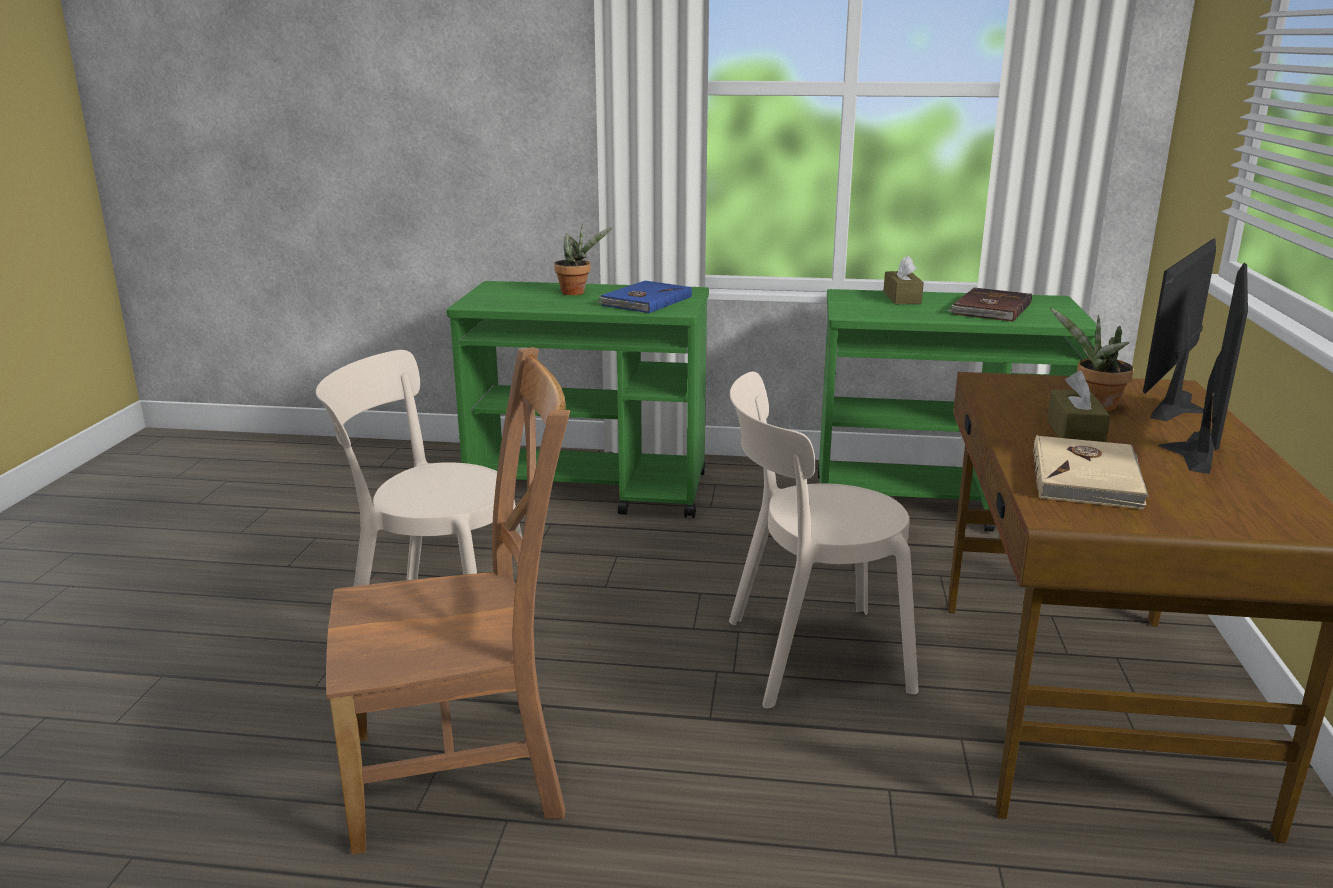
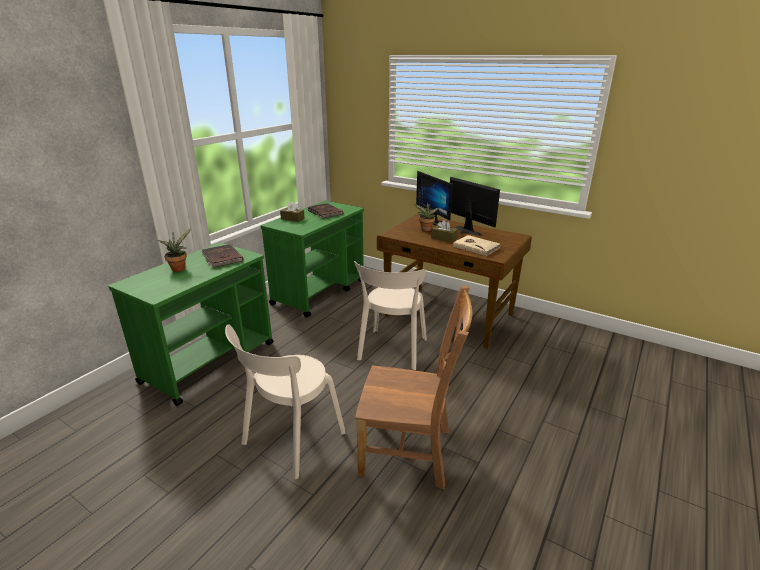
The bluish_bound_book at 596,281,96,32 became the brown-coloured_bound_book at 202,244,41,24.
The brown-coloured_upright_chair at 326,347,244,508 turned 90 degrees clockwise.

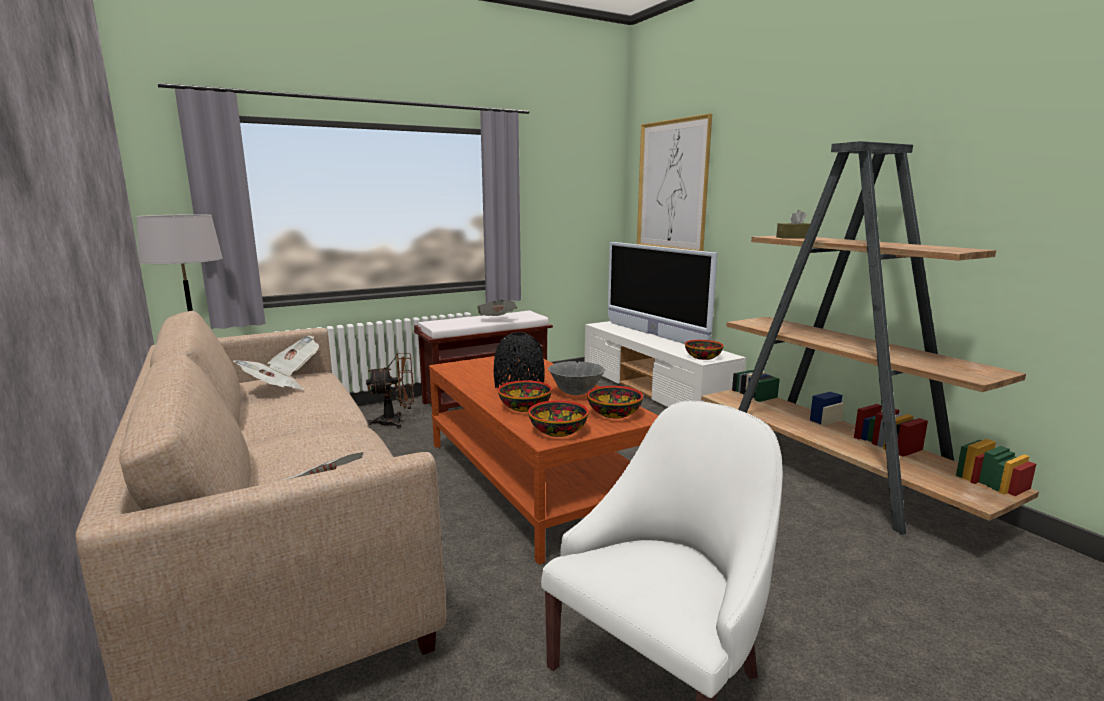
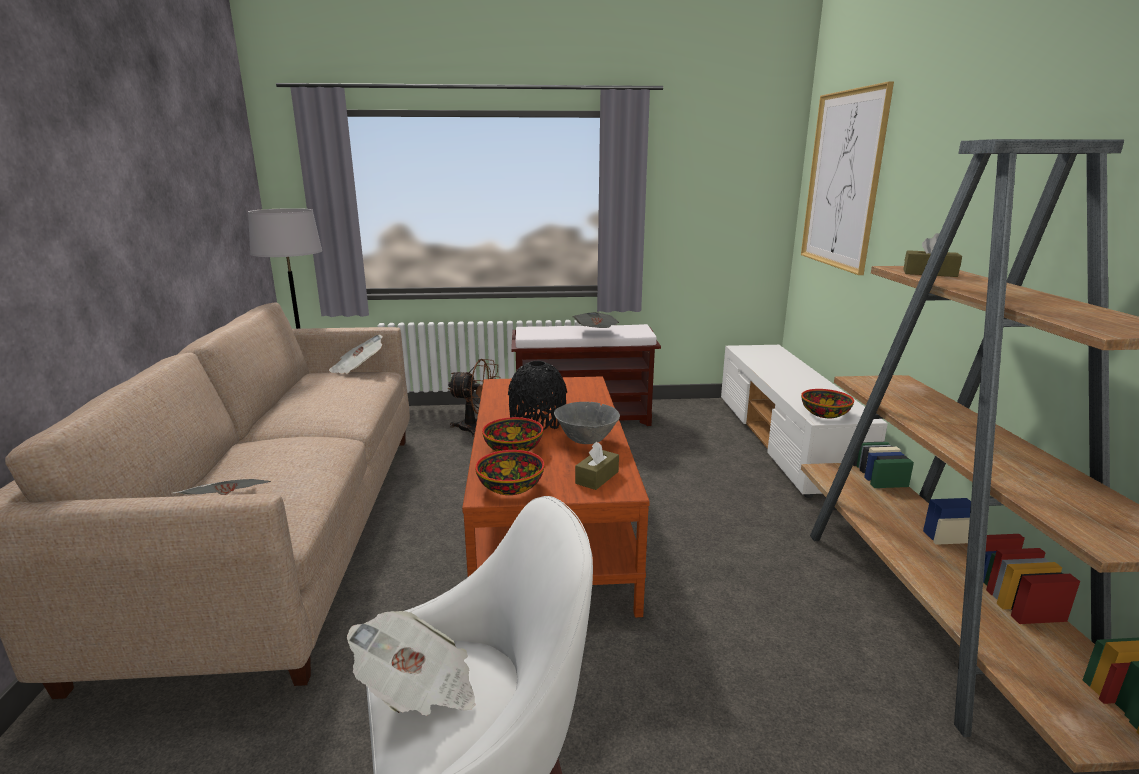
The television at 608,242,110,102 disappeared.
The printed_paper moved from 233,360,71,29 to 347,611,129,105.
The deep_dish at 587,386,56,32 was replaced by the brown-coloured_box_of_tissues at 575,441,44,49.

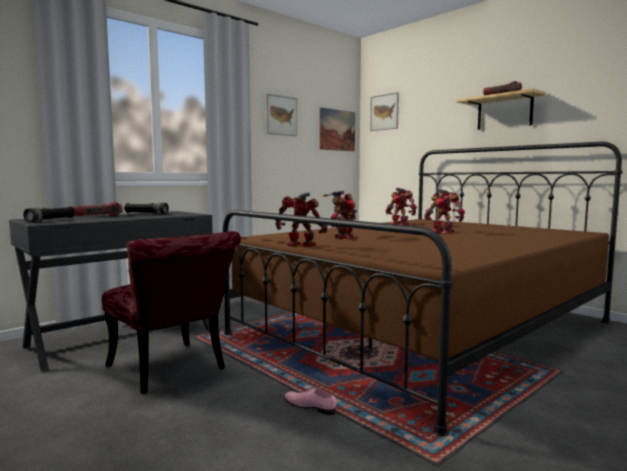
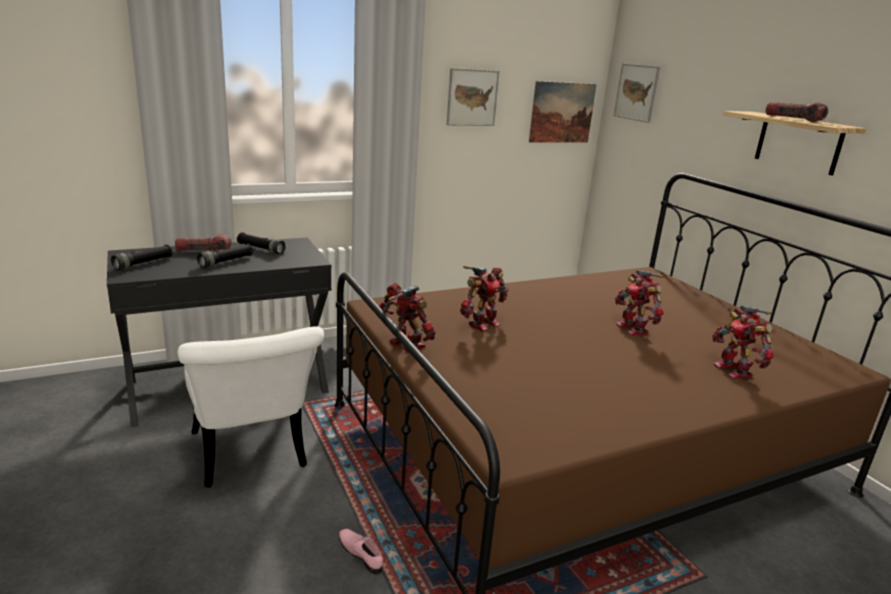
The robot_figure moved from 386,188,31,37 to 712,306,62,73.
The red_upright_chair at 102,231,139,163 became the white-coloured_upright_chair at 178,326,146,162.
The black_flashlight at 197,244,56,24 appeared.

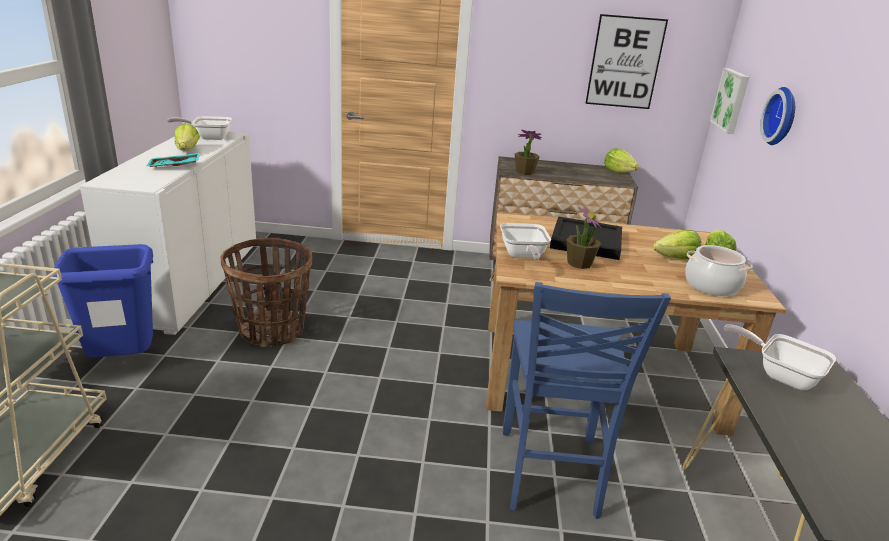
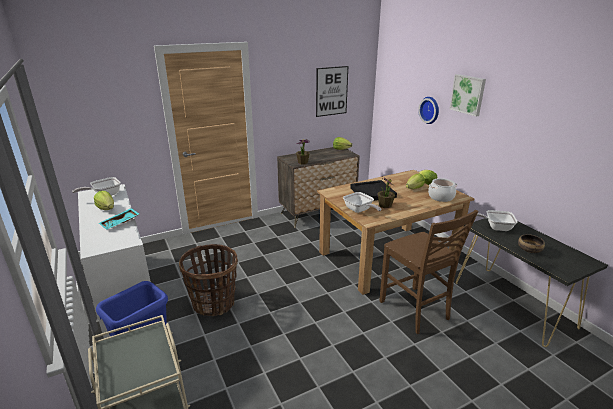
The wall_art moved from 710,68,39,66 to 449,74,37,42.
The bluish_upright_chair at 503,282,168,237 became the brown-coloured_upright_chair at 379,210,99,124.
The deep_dish at 518,234,27,19 appeared.

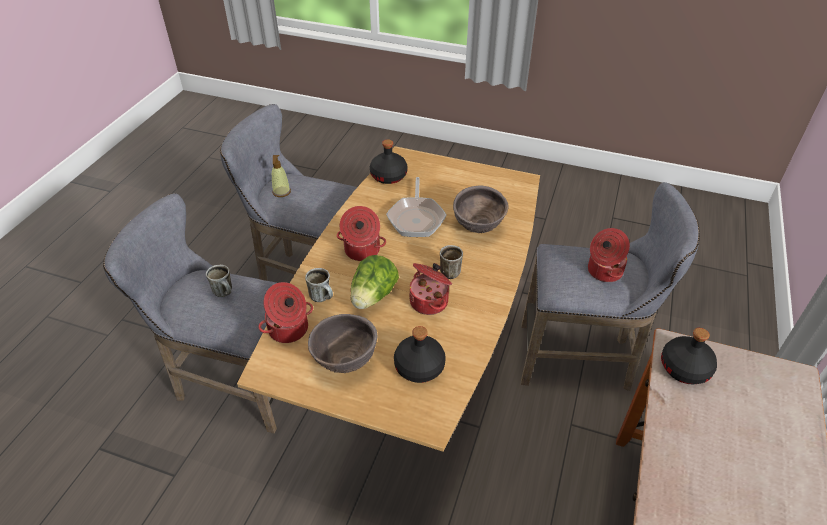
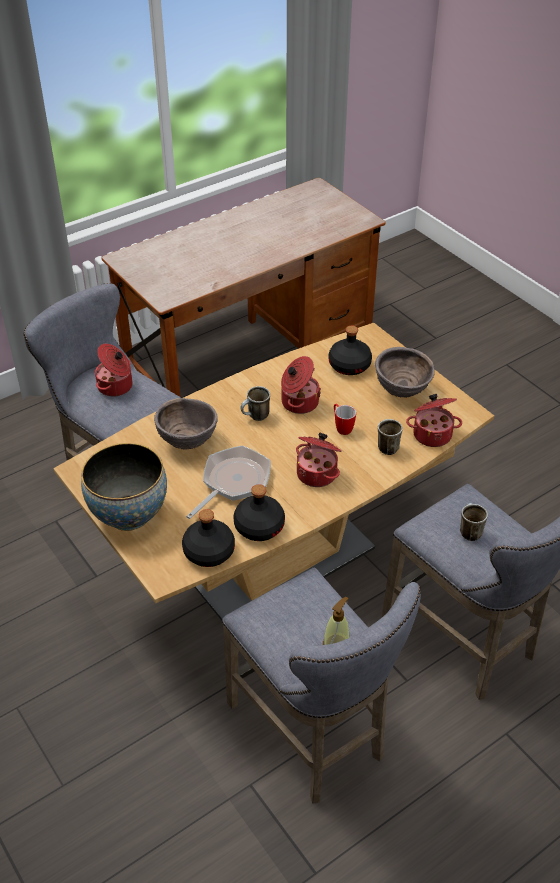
The lettuce at 351,255,48,54 was replaced by the coffee_mug at 334,404,22,31.
The black_bottle moved from 661,328,56,56 to 234,484,51,57.
The deep_dish at 81,443,86,88 appeared.

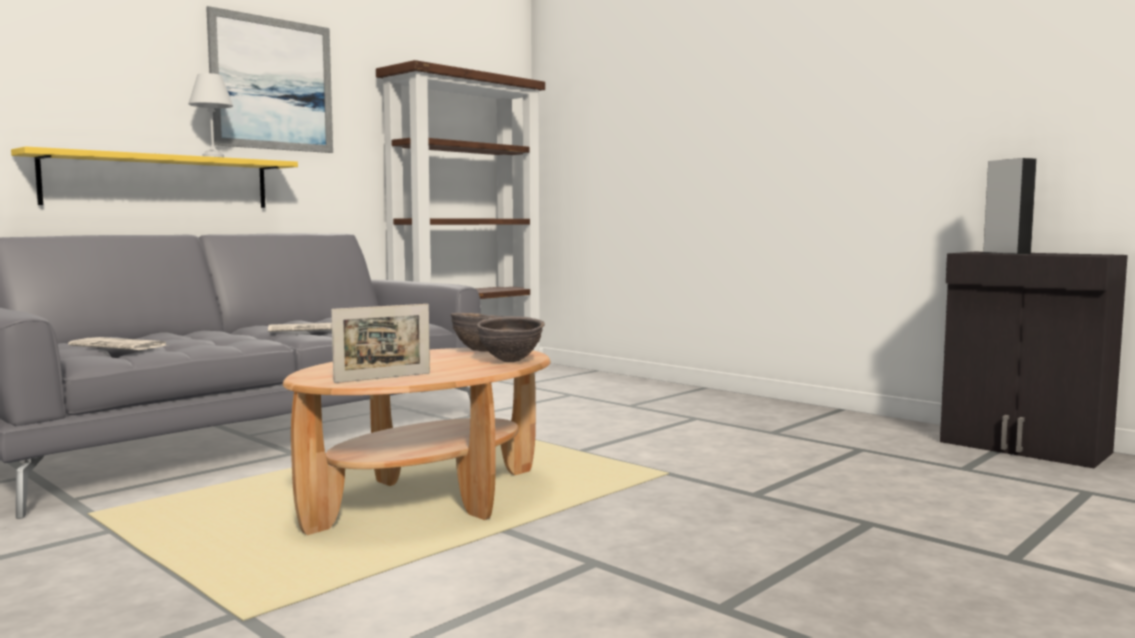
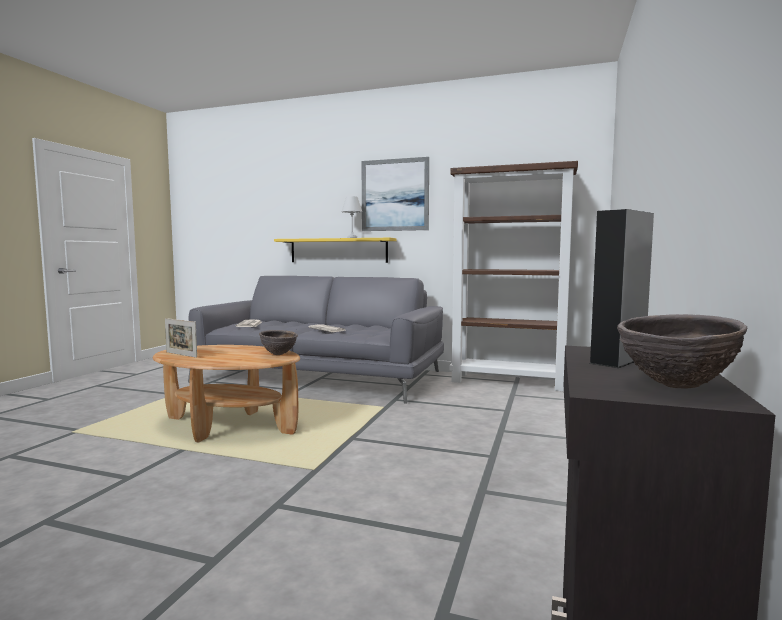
The brown-coloured_deep_dish moved from 477,316,68,46 to 617,314,130,75.

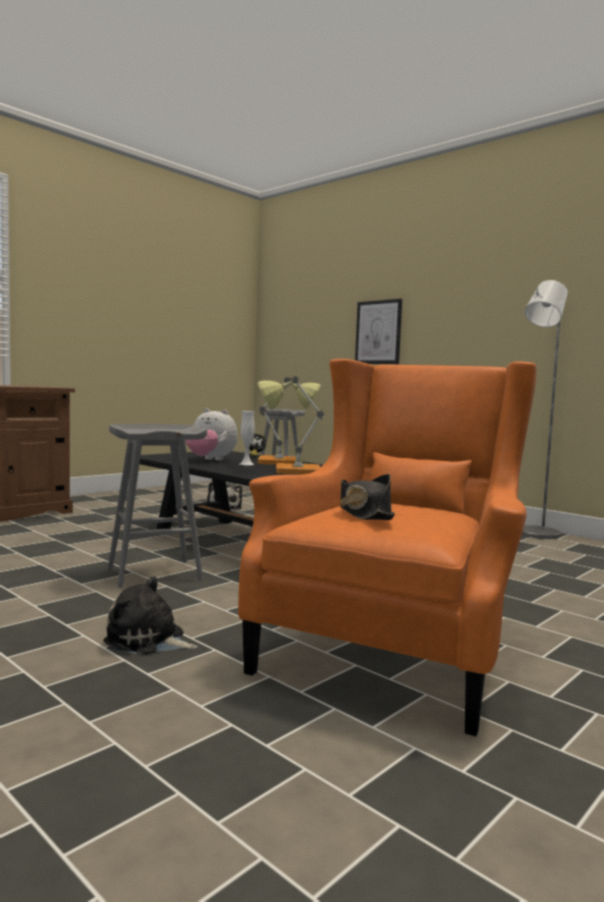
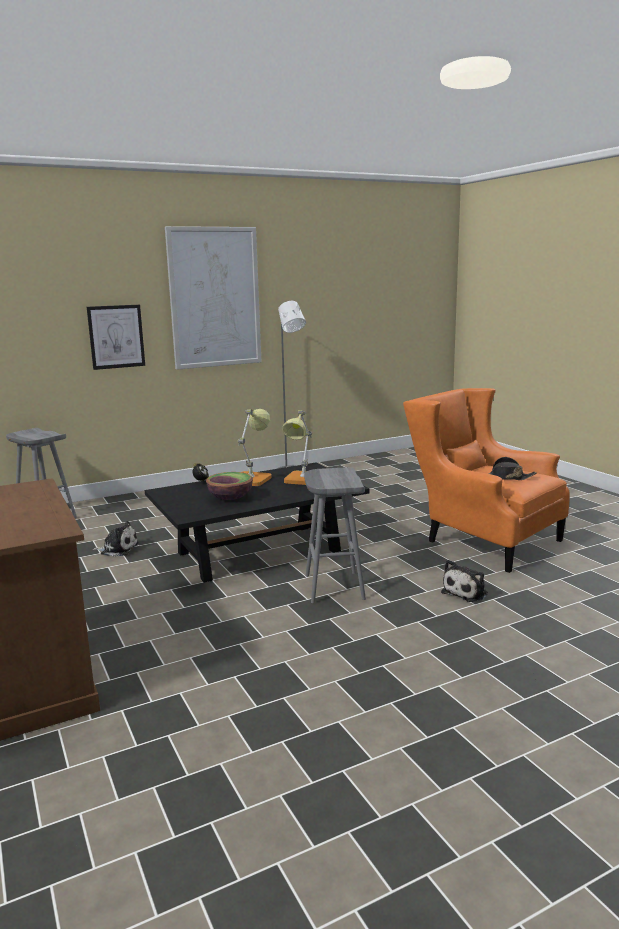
The plush_toy at 185,408,53,53 was replaced by the deep_dish at 206,472,47,28.
The white-coloured_flower_vase at 240,411,15,54 disappeared.
The wall_art at 165,226,97,144 appeared.

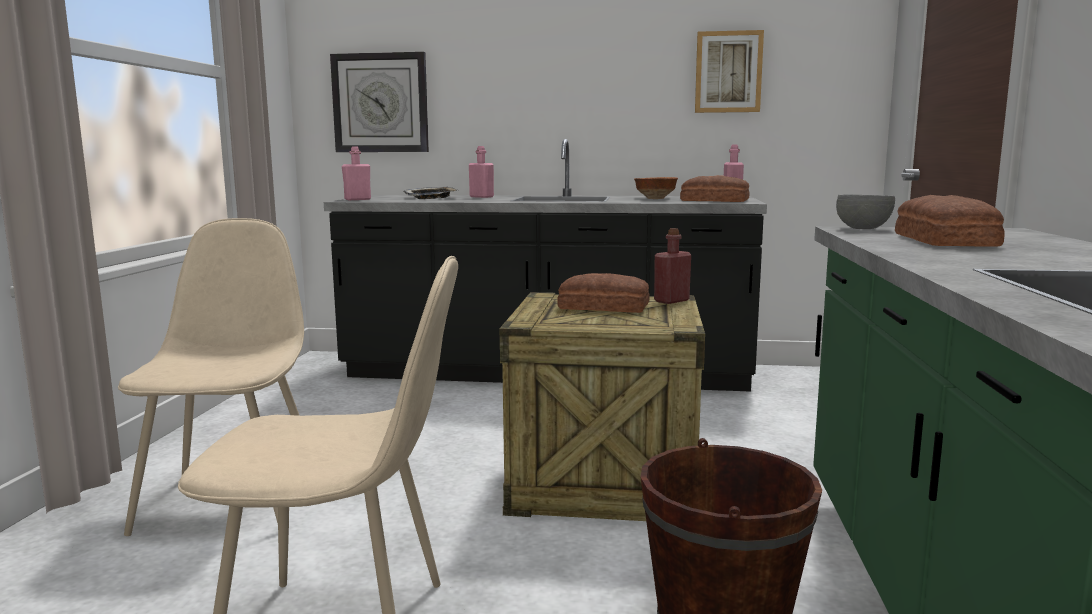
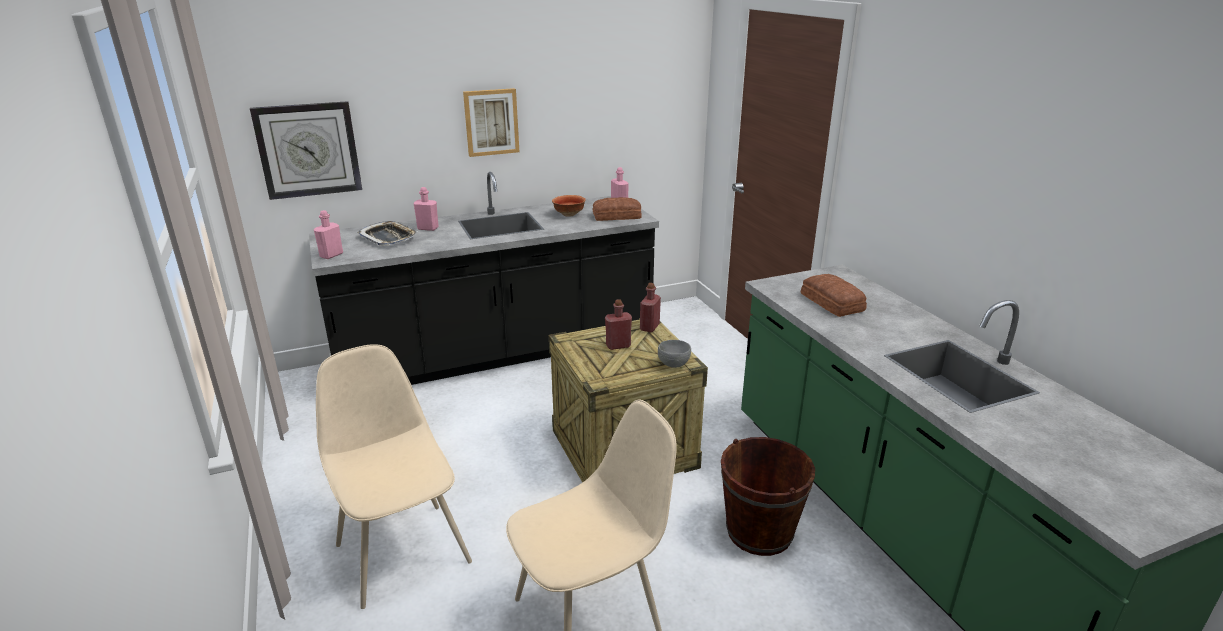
The wall_art moved from 695,30,69,83 to 463,88,56,69.
The grey_deep_dish moved from 836,194,59,35 to 658,340,33,28.
The baked_bread at 557,273,93,40 was replaced by the red_bottle at 605,299,27,51.

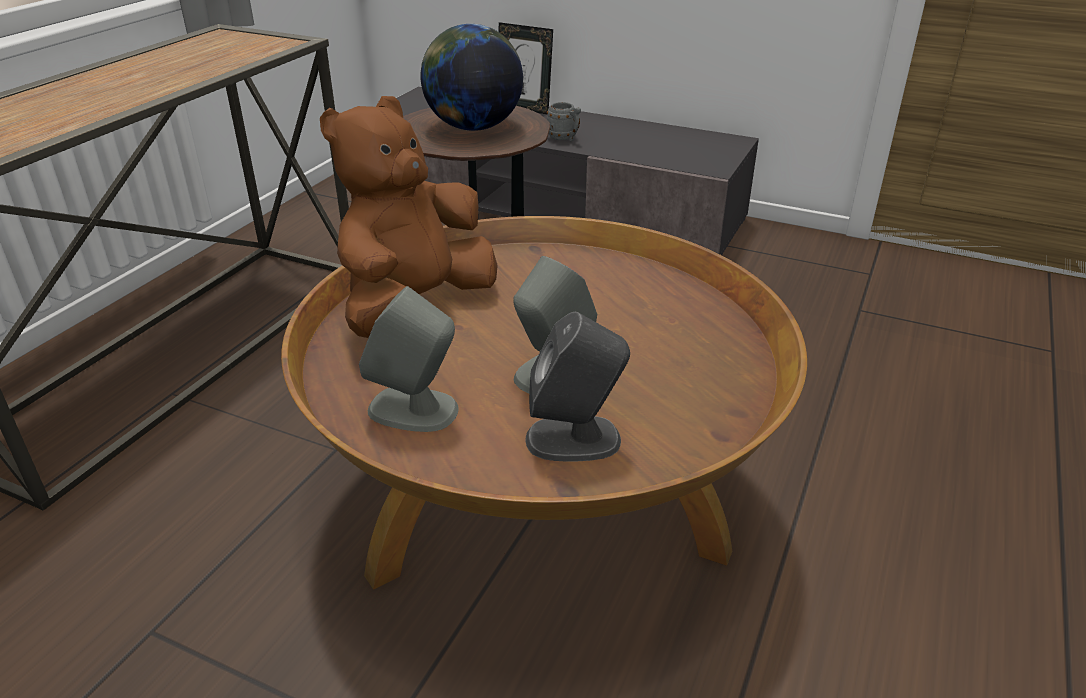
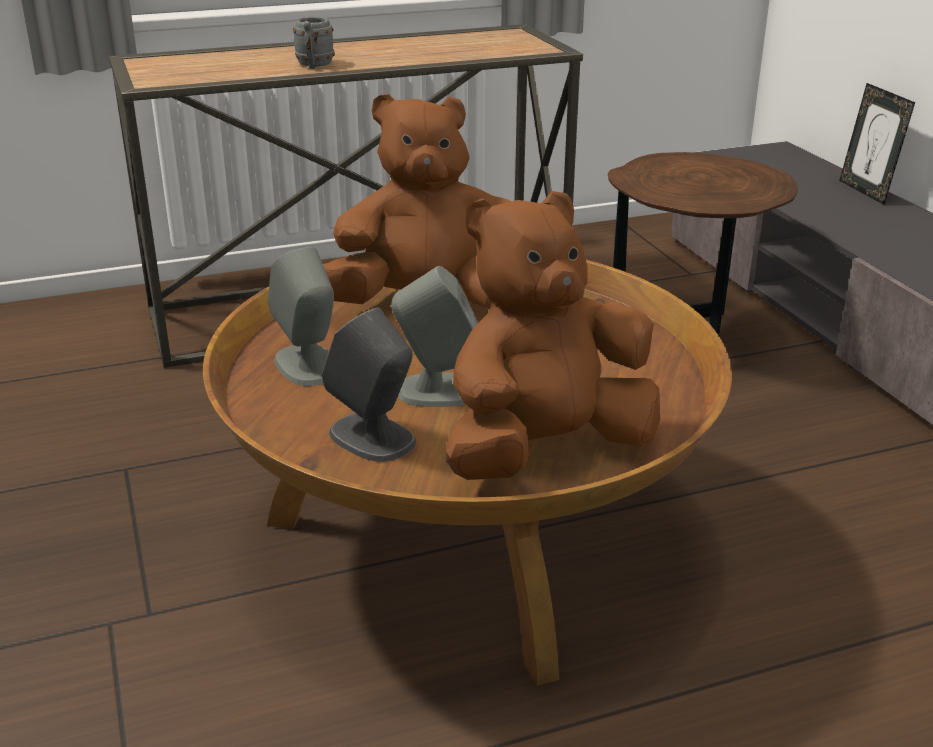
The desk_globe at 420,24,103,107 disappeared.
The grey_coffee_mug moved from 547,102,34,39 to 293,17,42,52.
The brown-coloured_plush_toy at 446,191,214,289 appeared.

